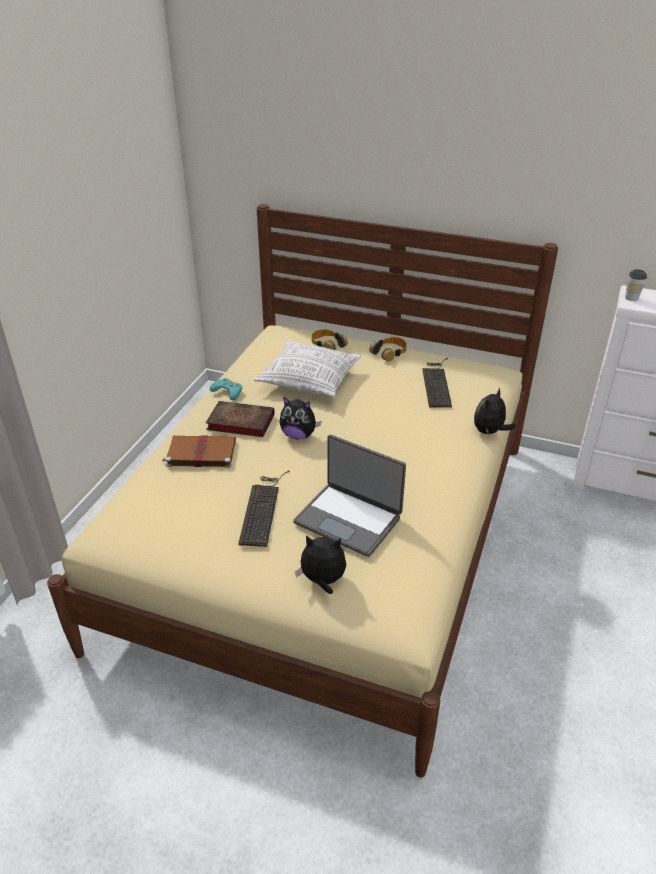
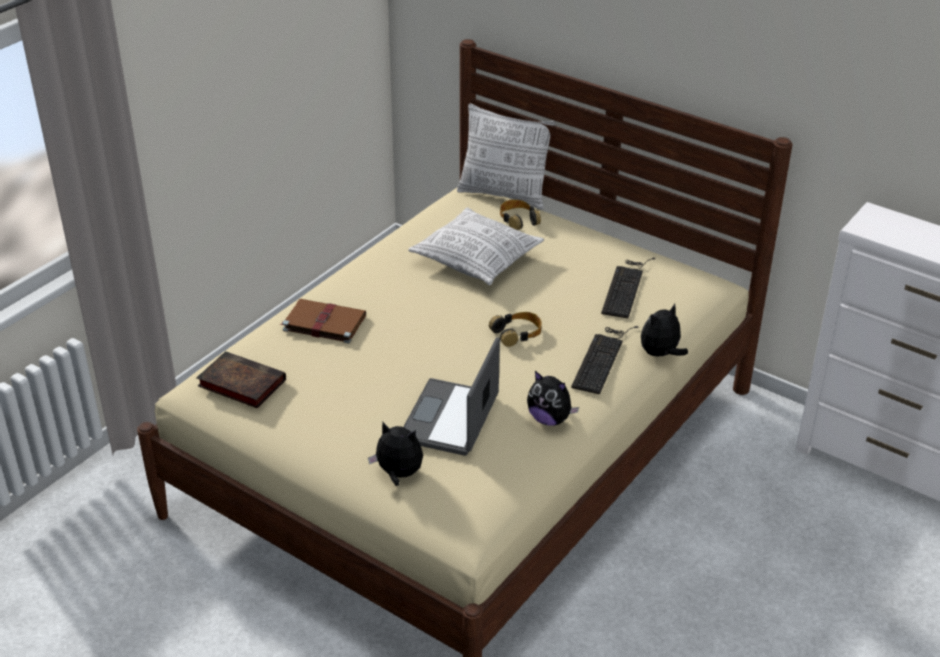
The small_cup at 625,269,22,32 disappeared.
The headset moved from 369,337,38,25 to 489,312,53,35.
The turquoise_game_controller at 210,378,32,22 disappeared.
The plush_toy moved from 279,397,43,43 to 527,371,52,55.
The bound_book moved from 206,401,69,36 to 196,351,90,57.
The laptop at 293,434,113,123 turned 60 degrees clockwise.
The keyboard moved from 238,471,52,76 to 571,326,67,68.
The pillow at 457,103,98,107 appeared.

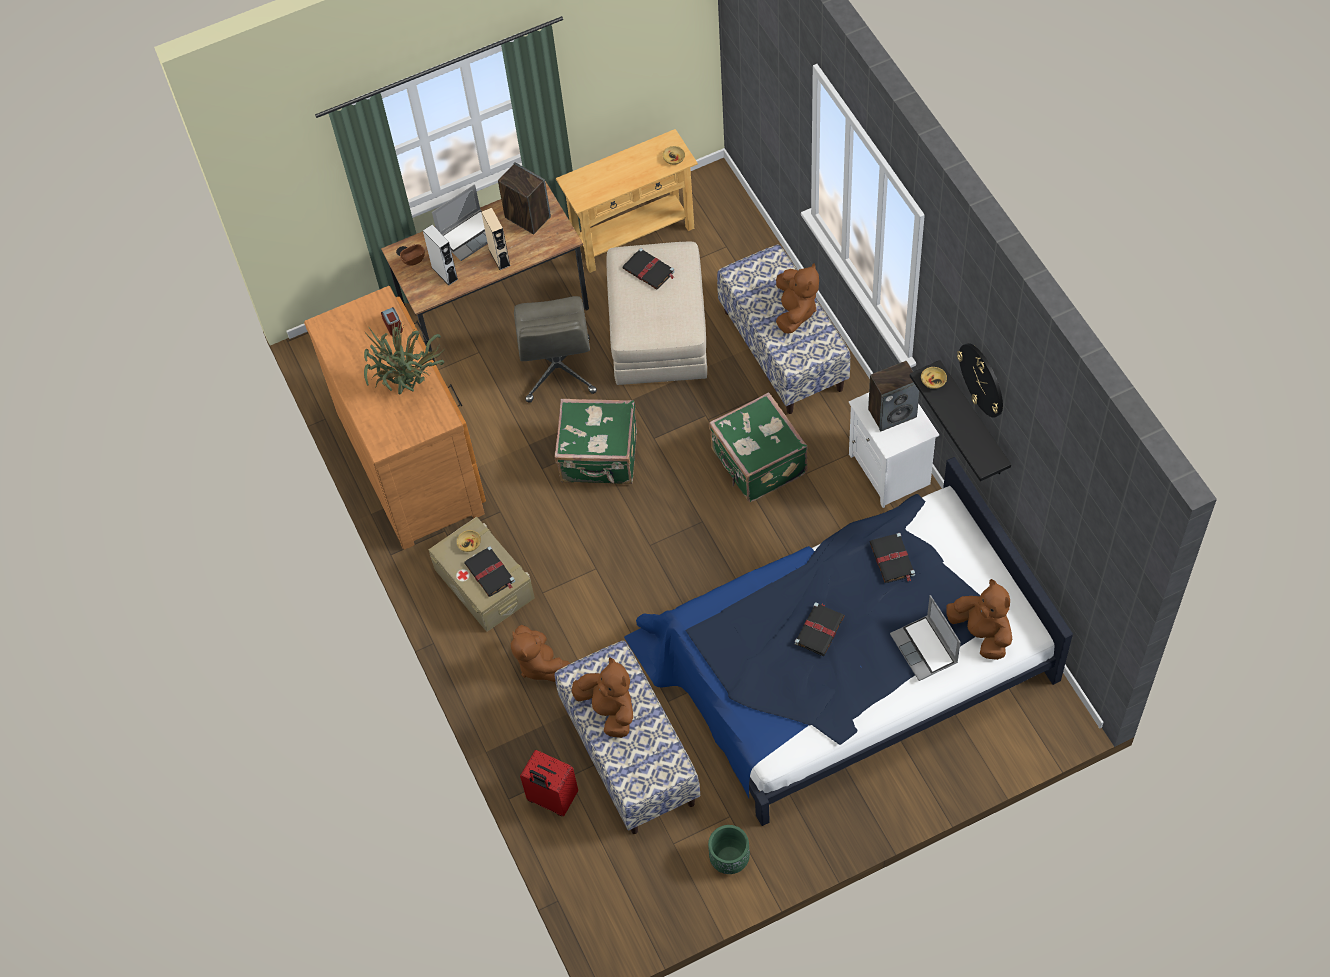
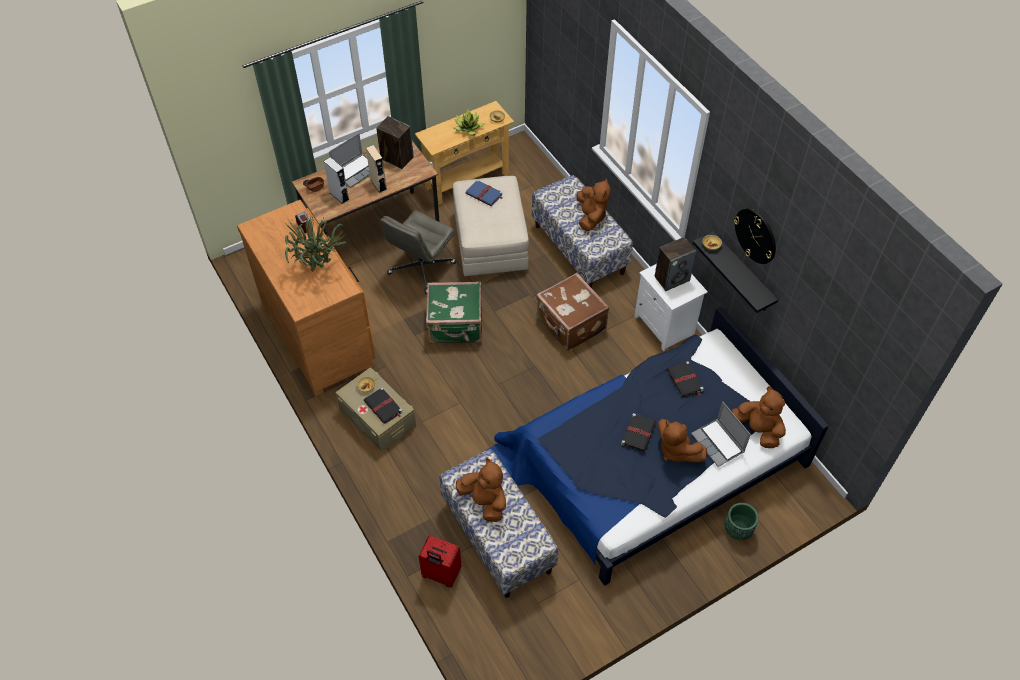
The black_bound_book at 623,248,52,42 became the bluish_bound_book at 466,179,37,27.
The grey_computer_chair at 514,296,83,107 turned 45 degrees clockwise.
The green_suitcase at 709,392,98,110 became the brown-coloured_suitcase at 536,273,73,78.
The brown-coloured_plush_toy moved from 511,625,59,57 to 658,419,49,44.
The green_flower_pot moved from 708,825,42,49 to 724,503,35,37.
The houseplant at 453,109,32,27 appeared.

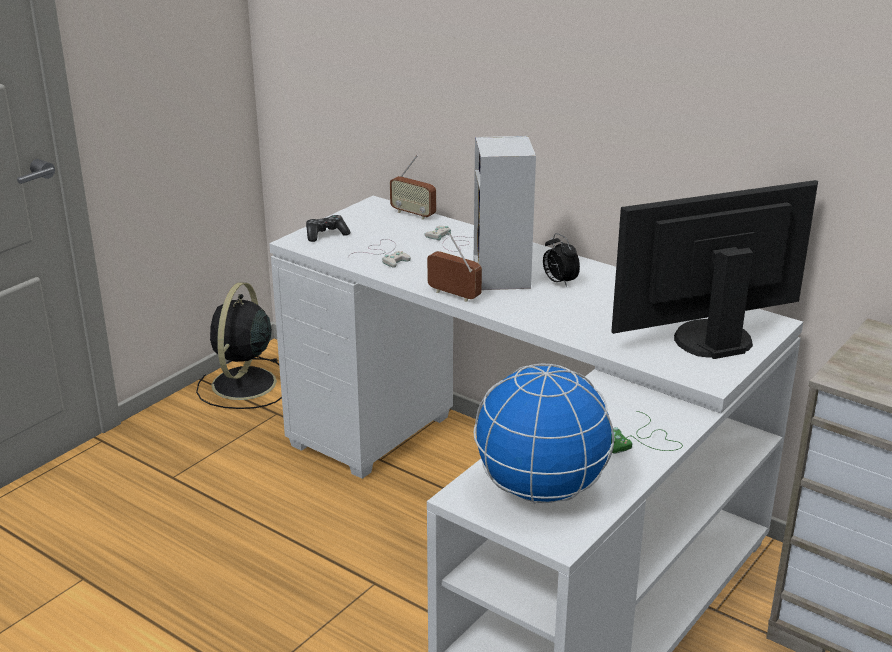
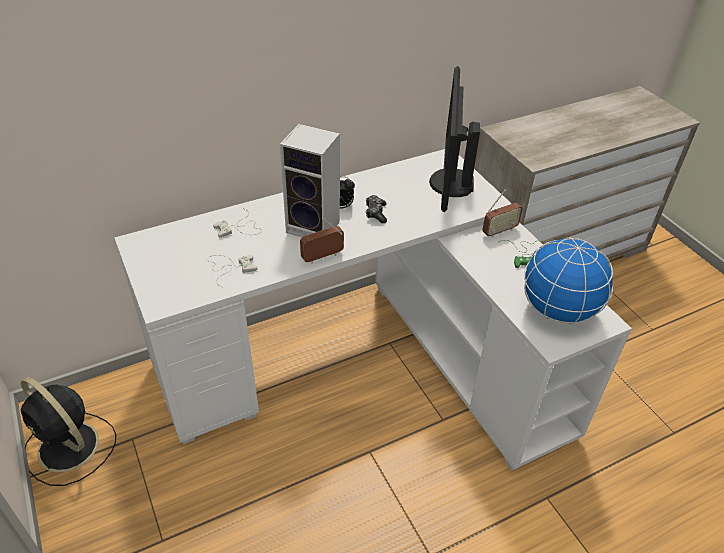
The radio moved from 390,155,46,65 to 482,189,41,49.
The game_controller moved from 306,215,44,27 to 366,195,21,28.

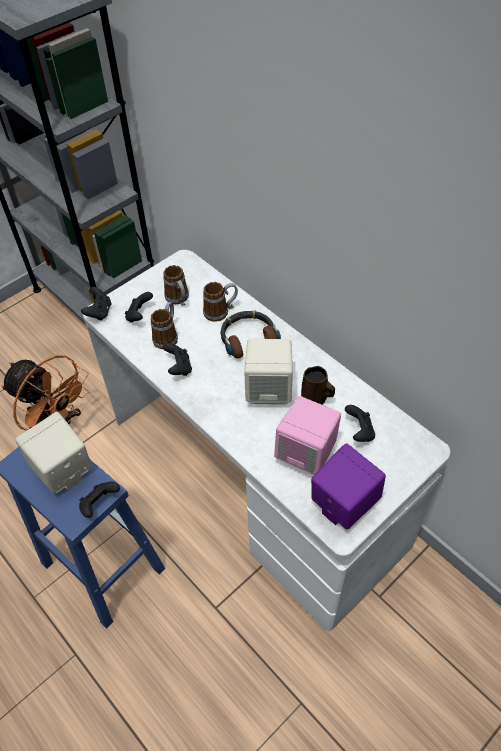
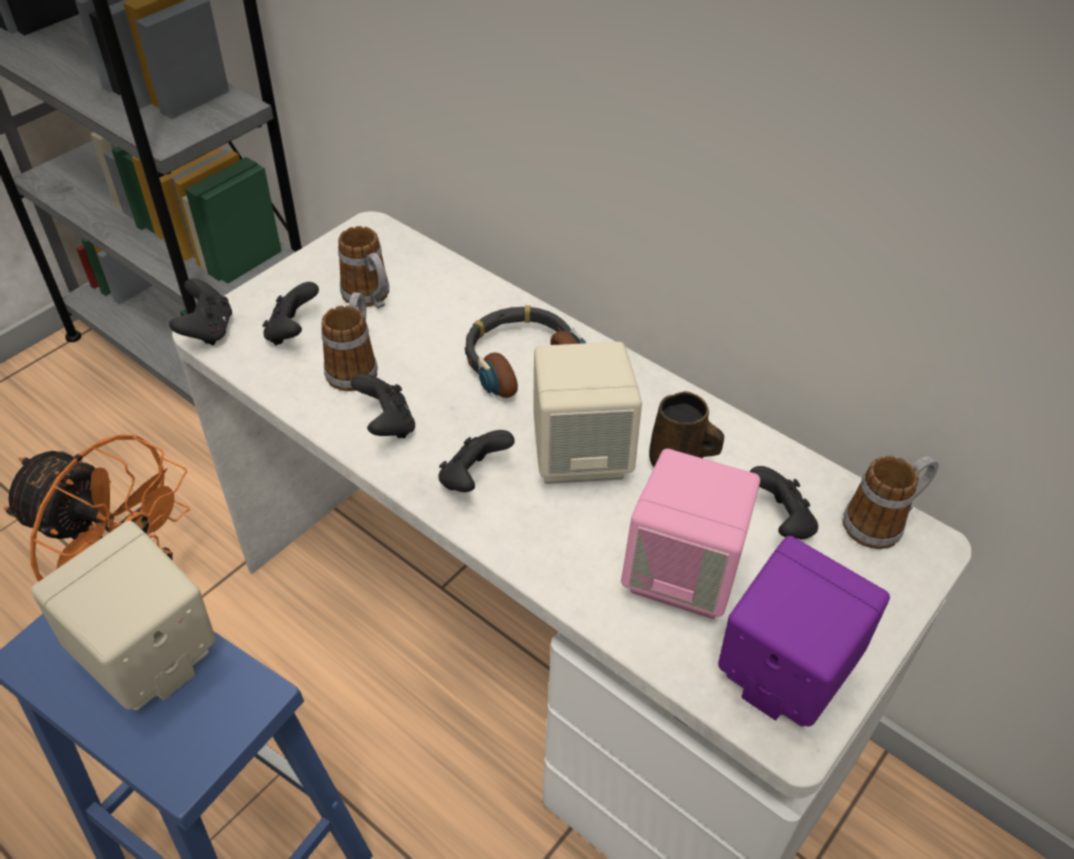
The coffee_mug moved from 203,282,35,40 to 843,456,96,93.
The black_game_controller moved from 79,482,41,36 to 438,430,77,62.

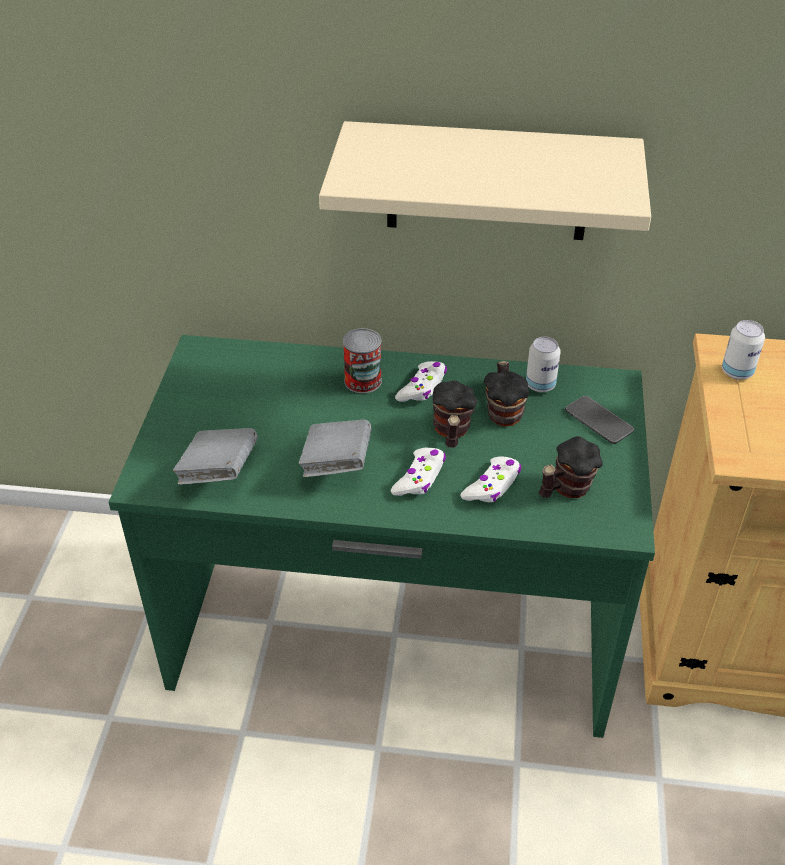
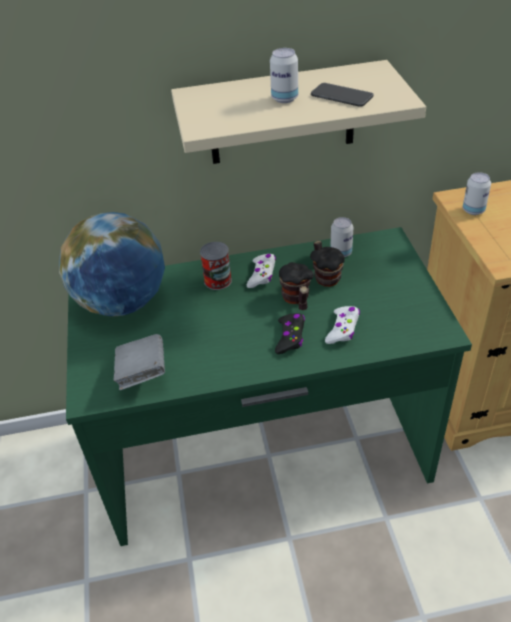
The phone moved from 565,396,69,48 to 311,83,63,24.
The grey_bound_book at 299,420,72,57 disappeared.
The coffee_mug at 539,436,64,62 disappeared.
The white-coloured_game_controller at 391,448,55,48 became the black_game_controller at 275,313,30,41.
The can at 270,48,28,55 appeared.
The desk_globe at 59,212,106,105 appeared.

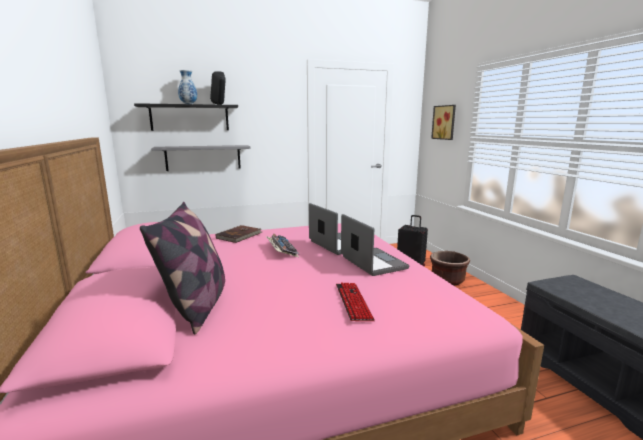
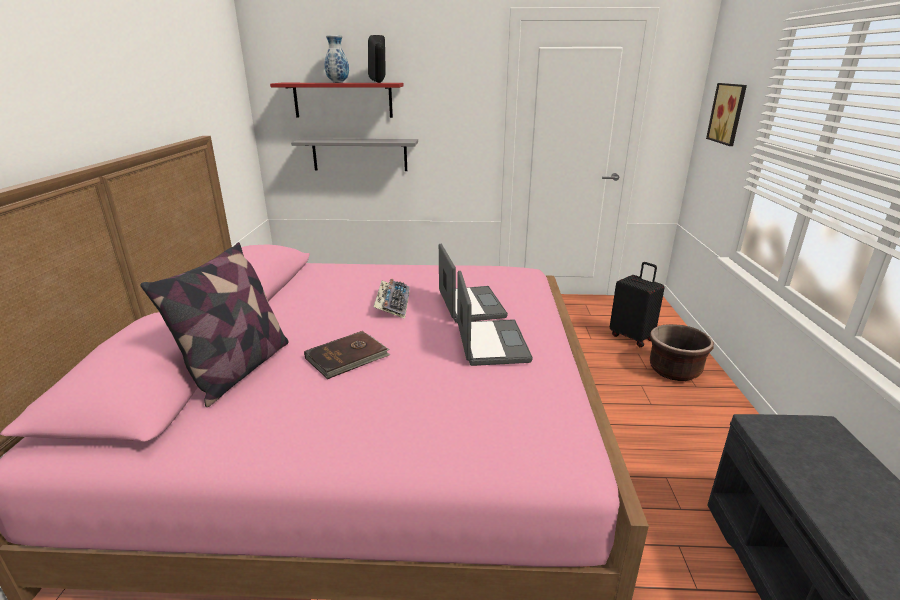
The black_shelf at 134,103,104,28 became the red_shelf at 270,83,134,35.
The brown-coloured_bound_book moved from 216,225,46,18 to 304,331,86,48.
The keyboard at 336,282,39,39 disappeared.

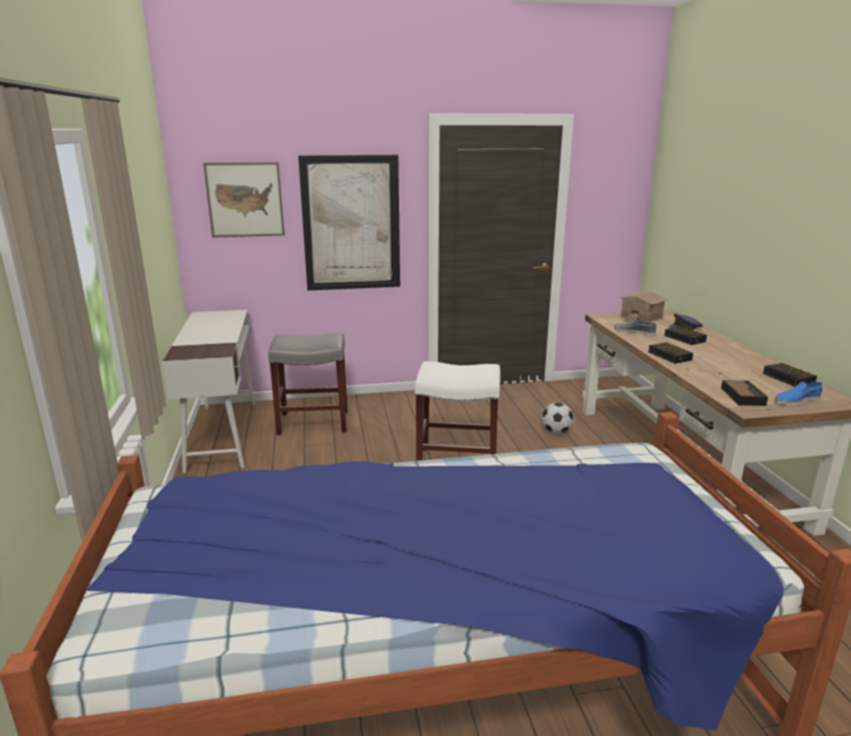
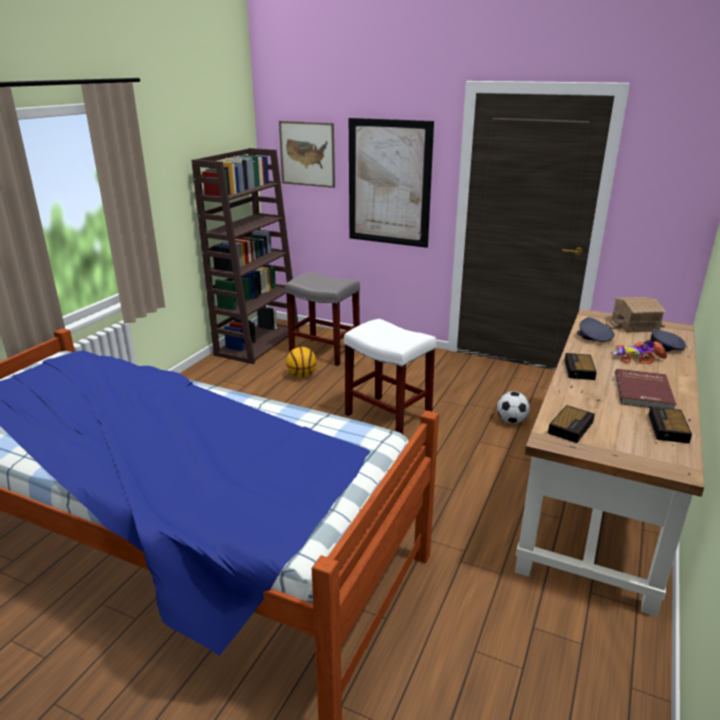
The white-coloured_desk_unit at 162,310,94,163 was replaced by the brown-coloured_shelving_unit at 191,148,108,216.
The grey_low_shoe at 614,318,42,18 was replaced by the grey_peaked_cap at 577,317,38,25.
The bedside_clock at 664,326,43,19 was replaced by the miniature_car at 611,341,56,23.
The bluish_low_shoe at 775,382,47,24 disappeared.
The basketball_ball at 286,347,31,30 appeared.
The red_bound_book at 615,369,61,40 appeared.

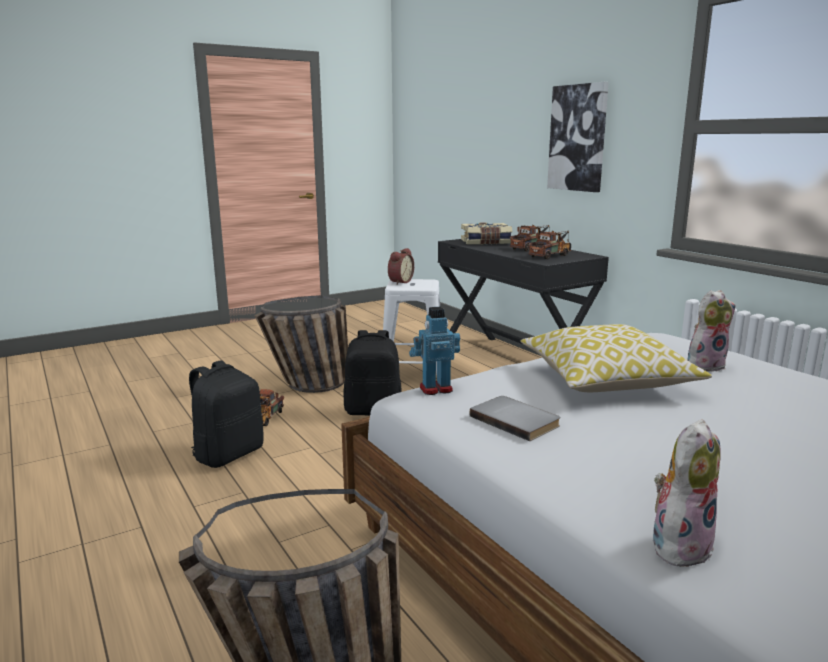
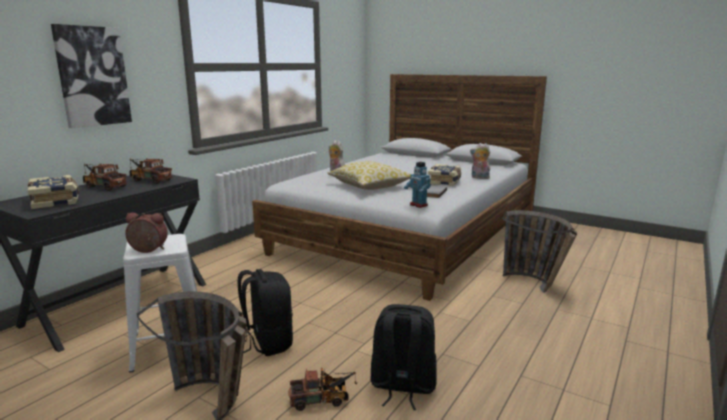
The bound_book at 428,164,33,22 appeared.

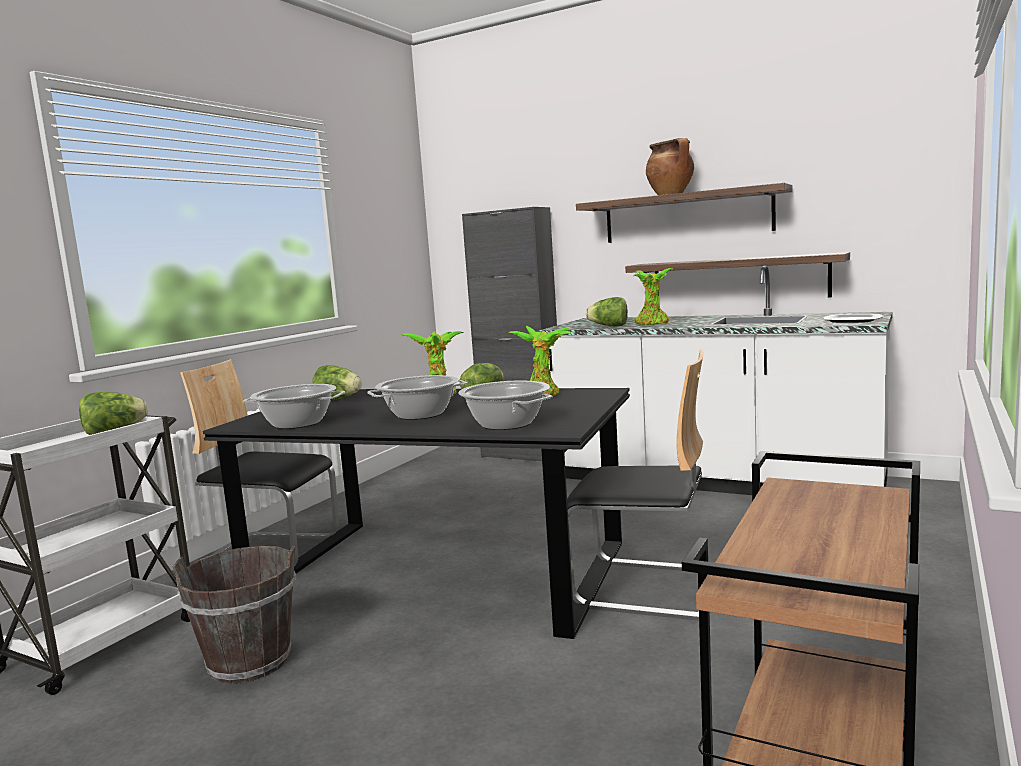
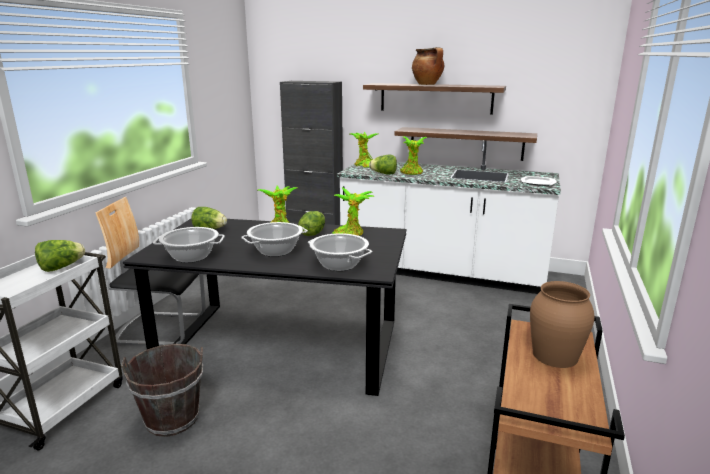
The upright_chair at 567,349,144,272 disappeared.
The houseplant at 350,132,28,36 appeared.
The brown-coloured_flower_vase at 530,281,64,87 appeared.

